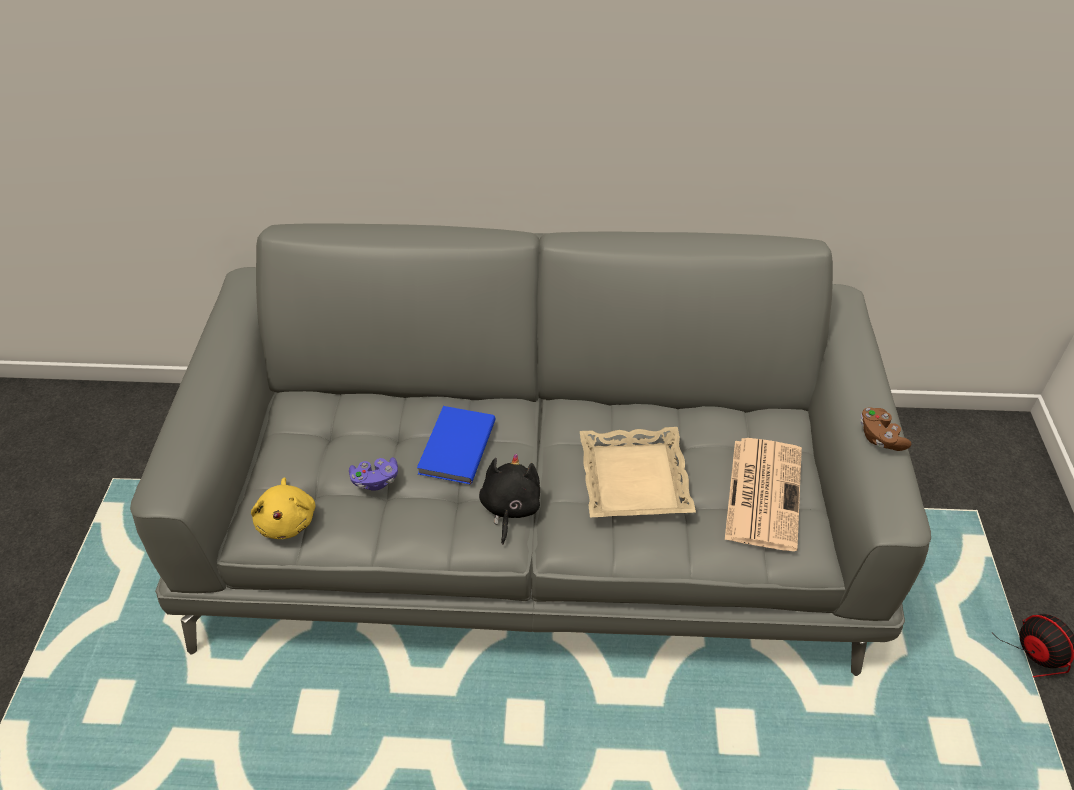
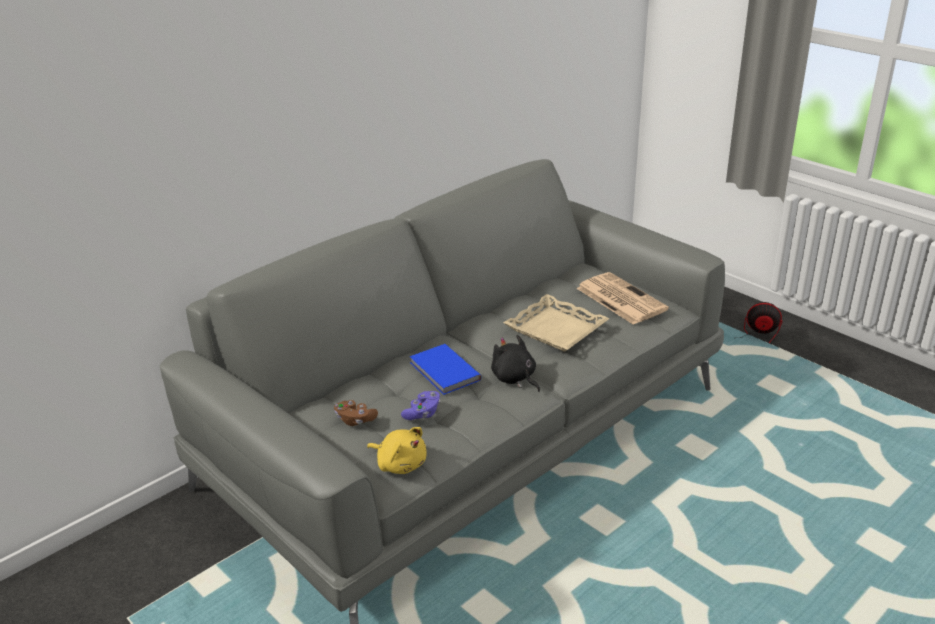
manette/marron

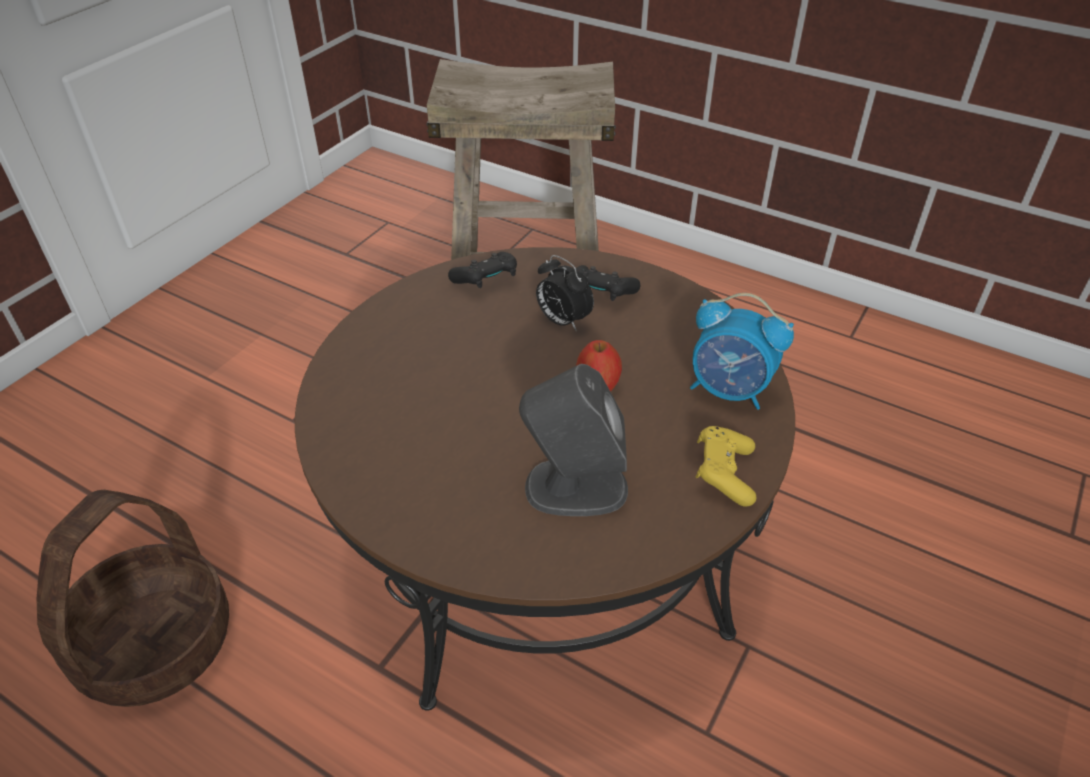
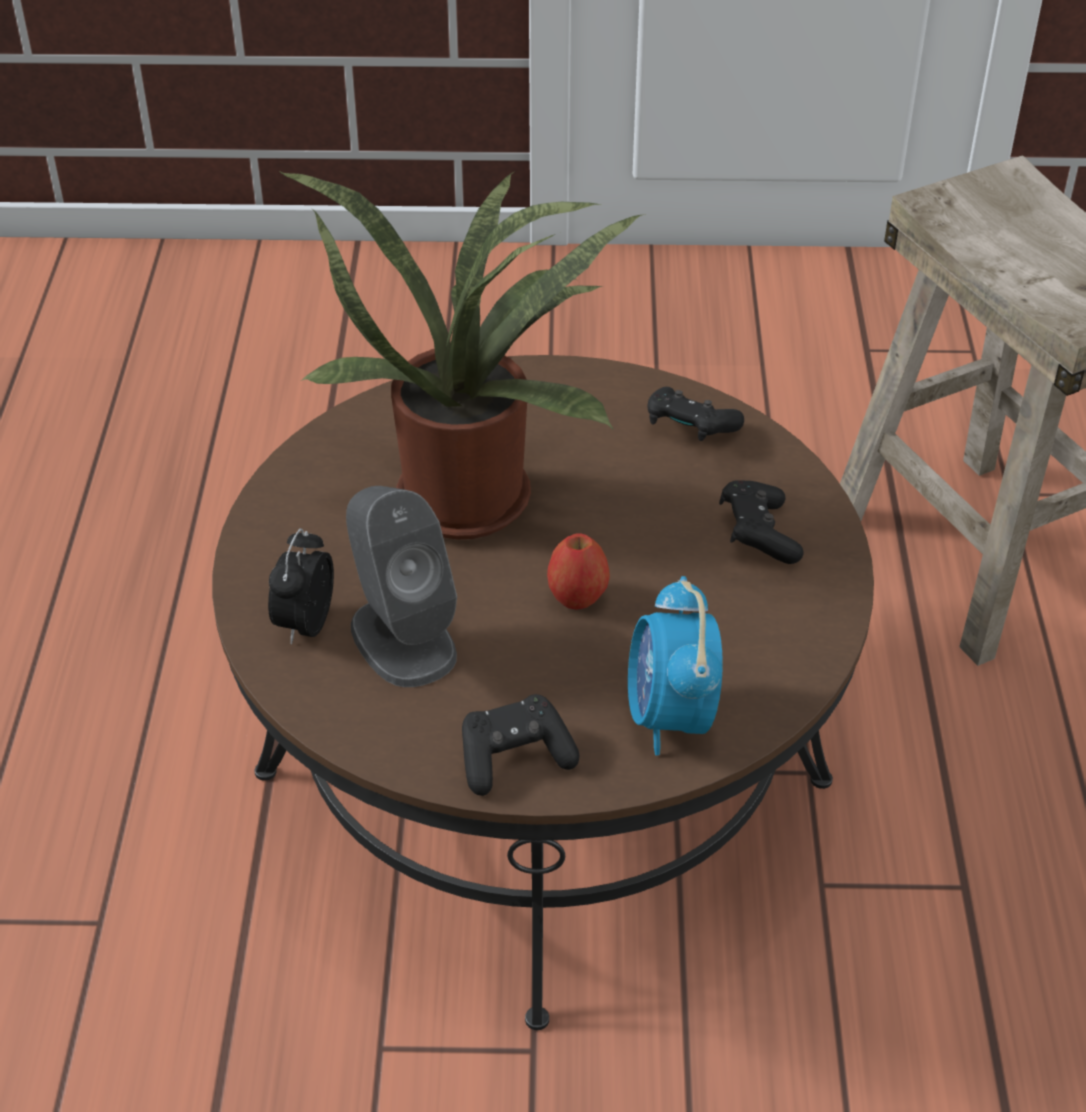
réveil (1st from left); plante en pot; manette/noir (1st from left); panier

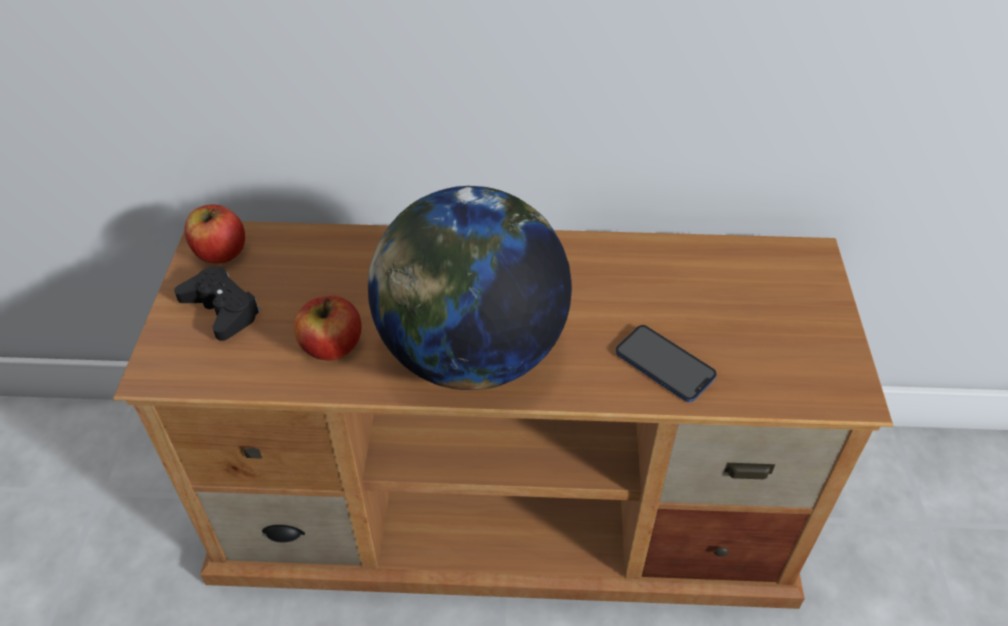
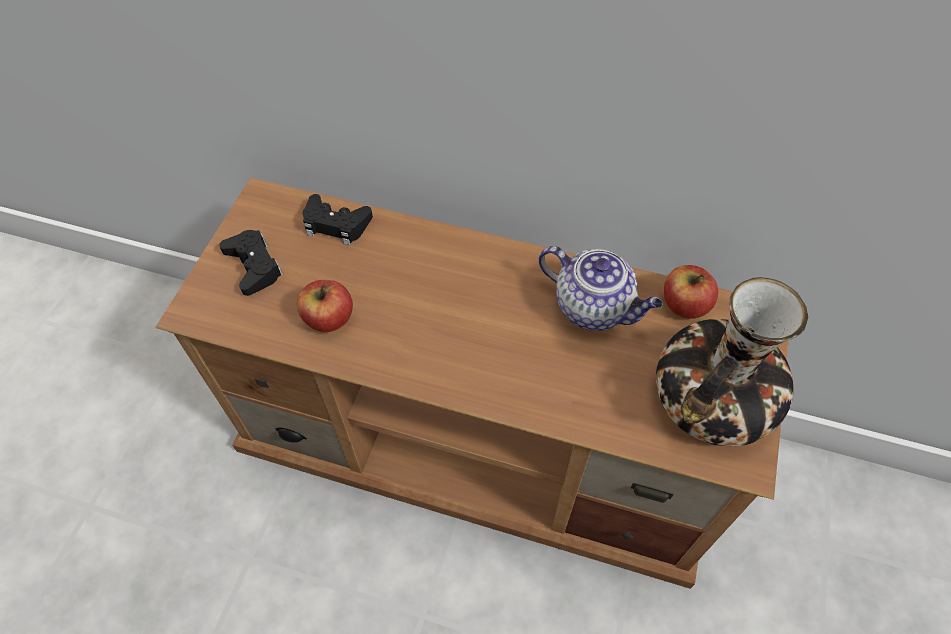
manette/noir (2nd from left); théière; vase; pomme (2nd from left); globe; téléphone

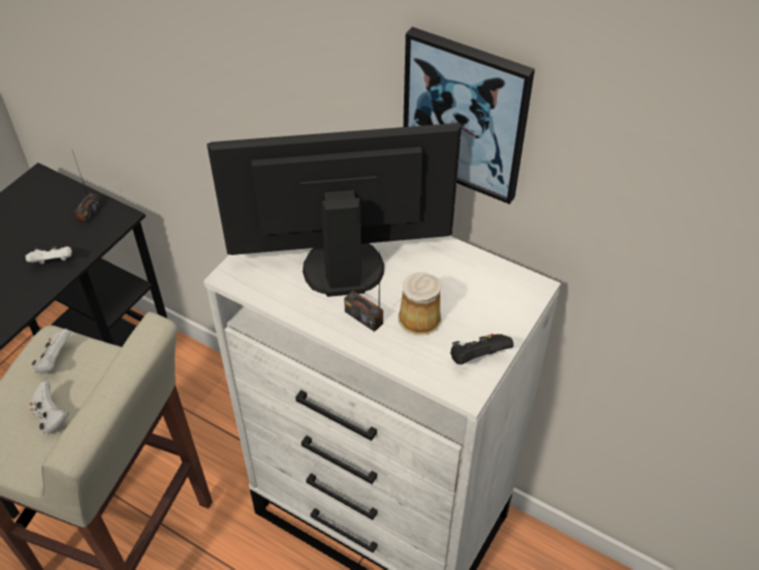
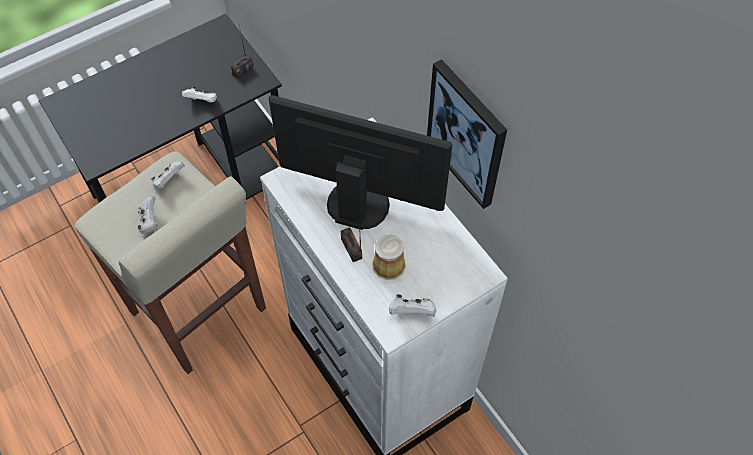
manette/blanc (4th from left)

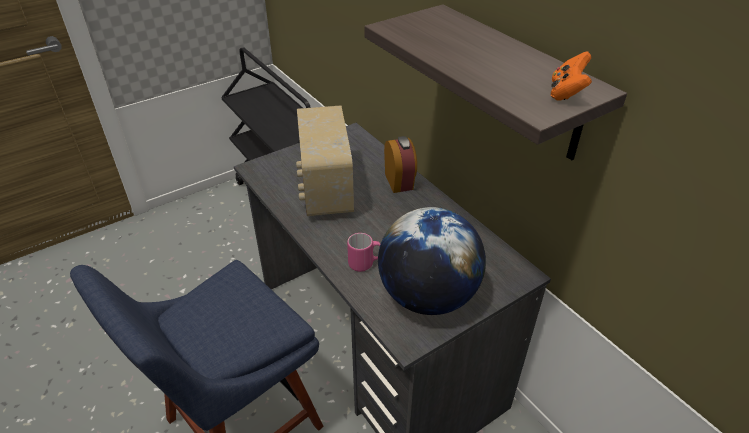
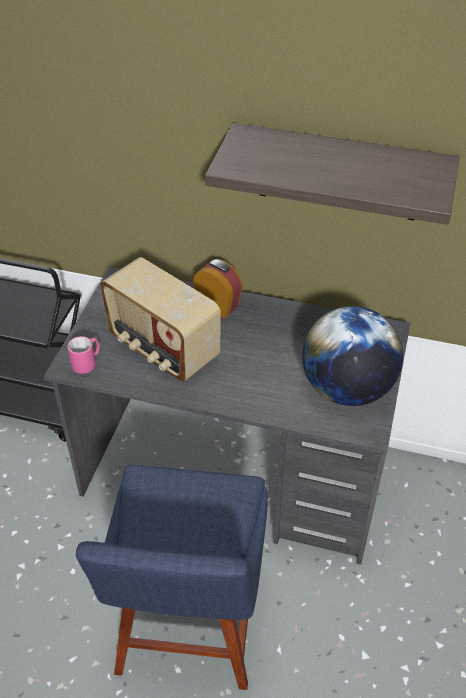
mug/rose; manette/orange

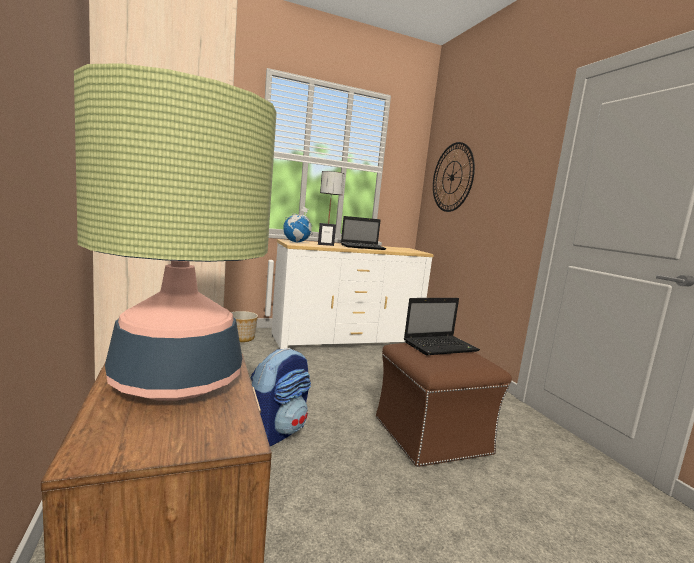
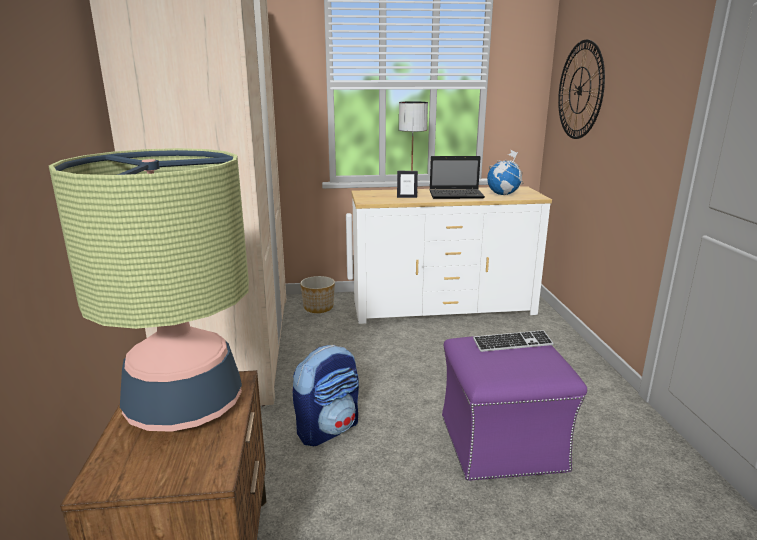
pouf/violet; clavier; globe

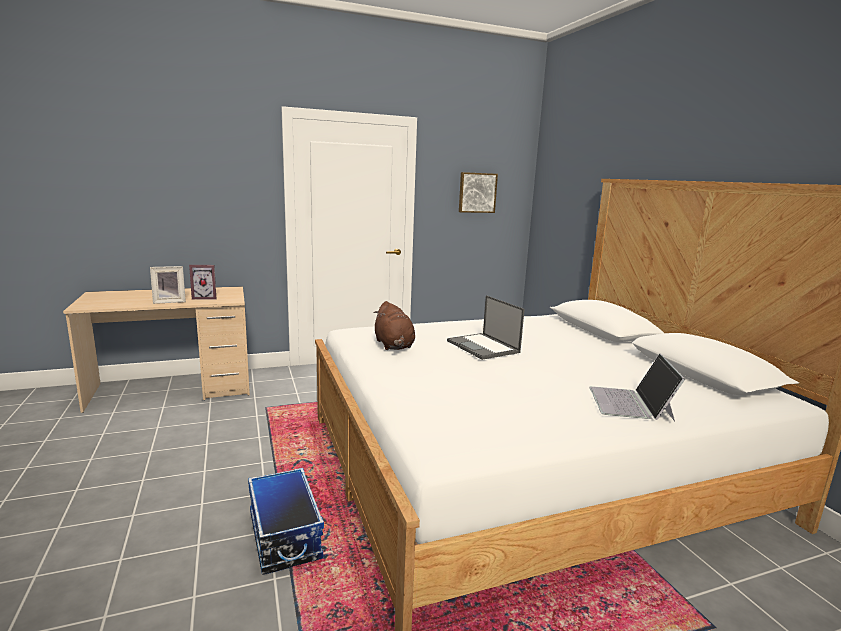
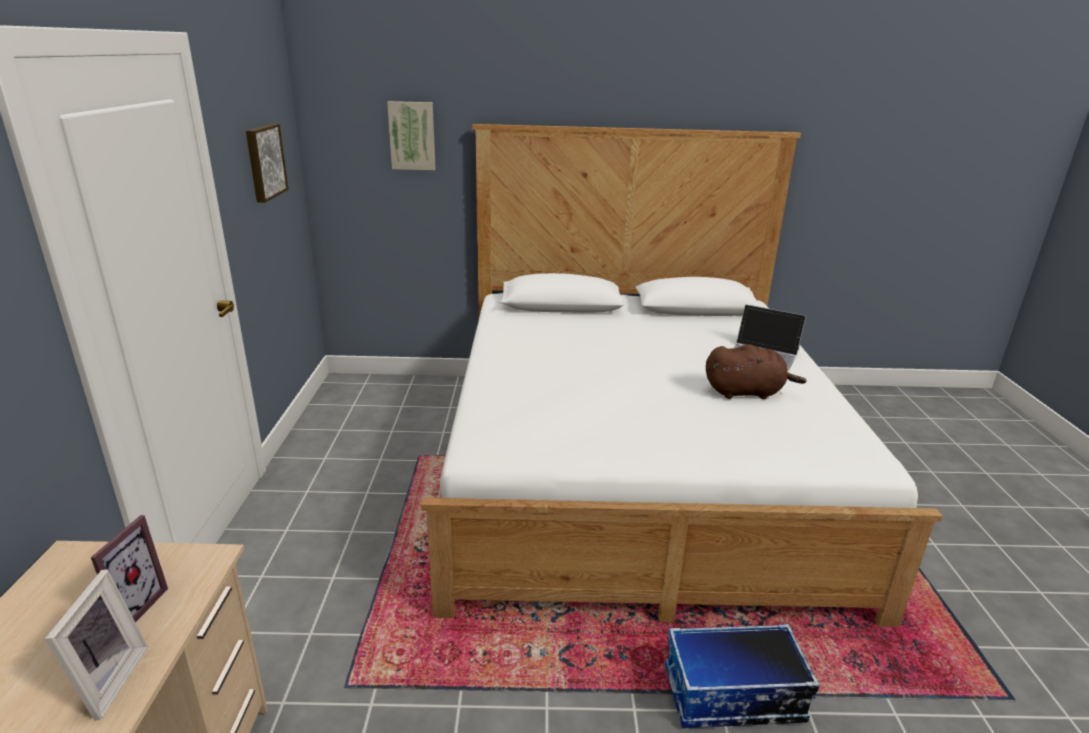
tableau (2nd from left); peluche/marron; ordinateur portable (1st from left in the first image)

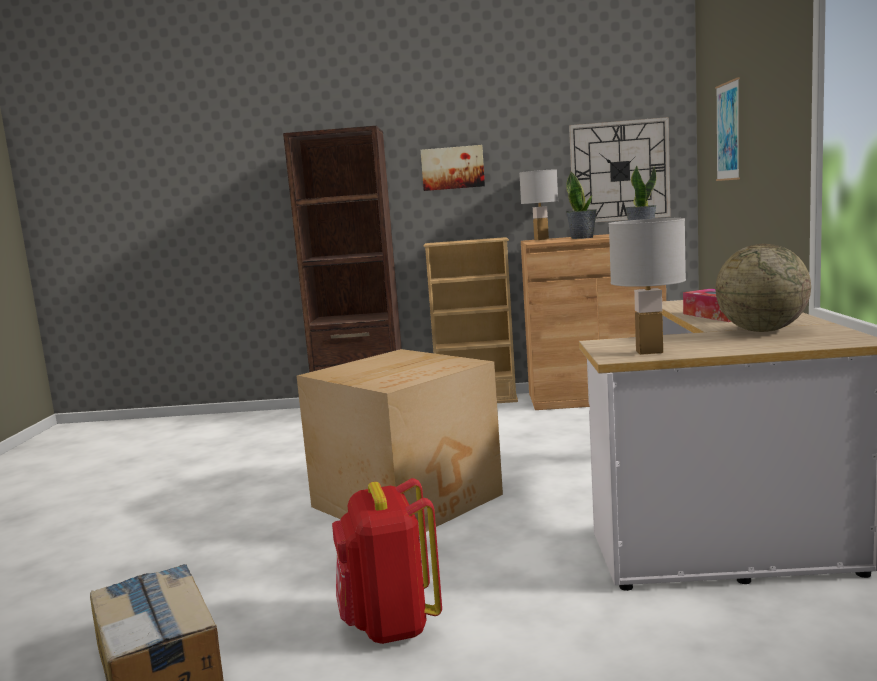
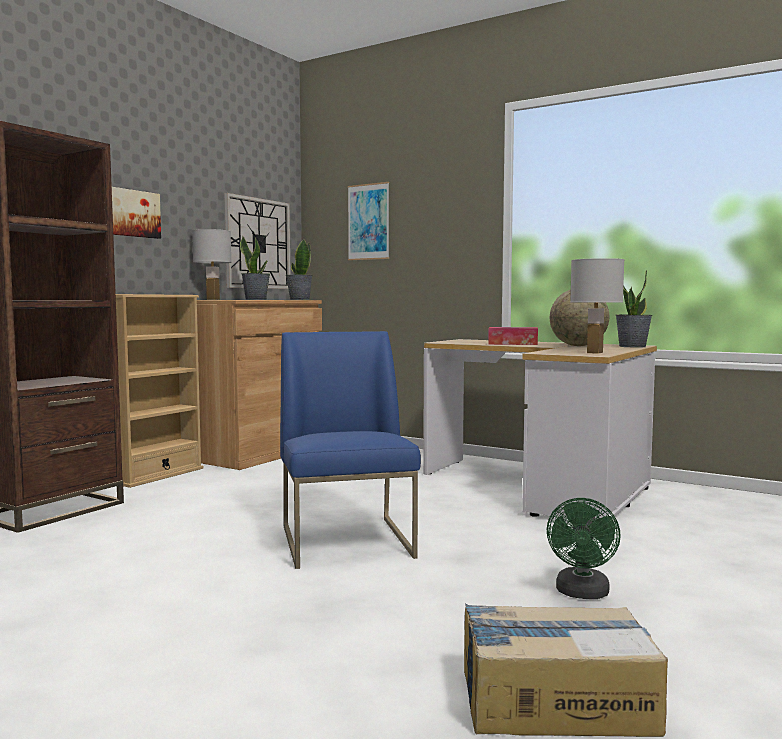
chaise/bleu; ventilateur/vert; plante en pot (3rd from left)

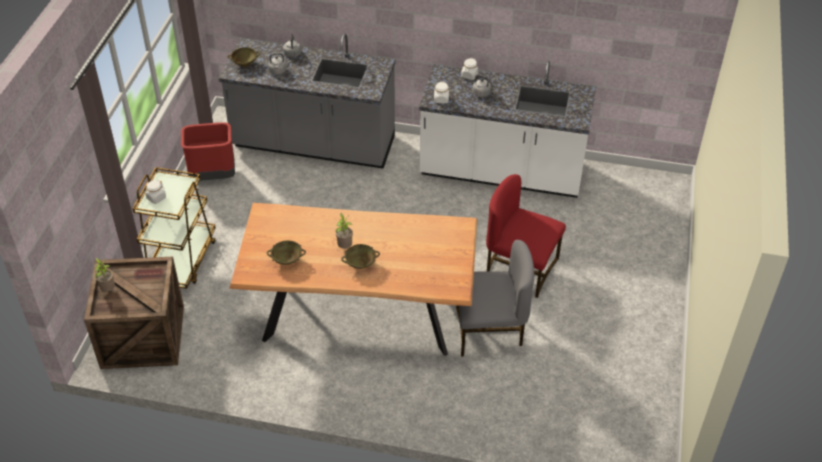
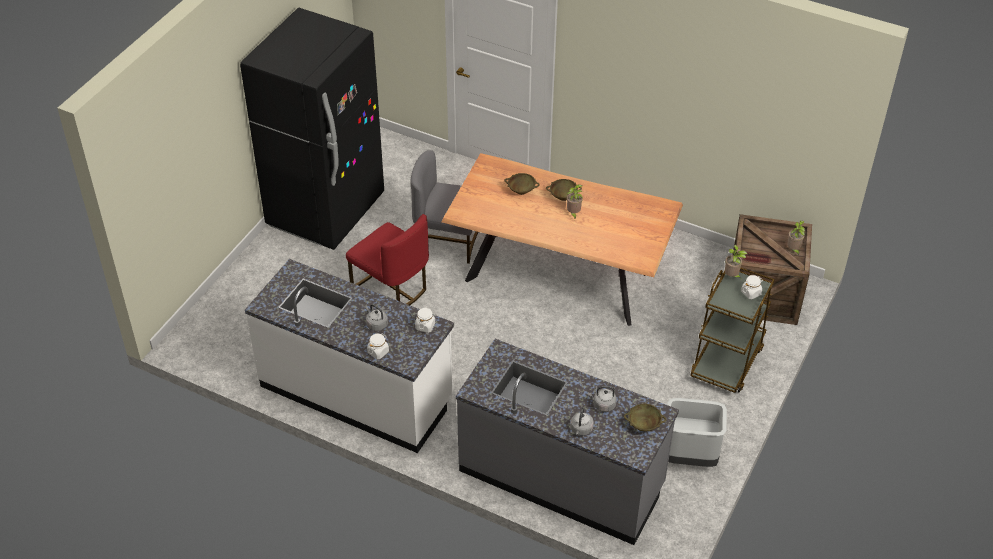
réfrigérateur/noir; bol/beige (1st from left); poubelle/gris; plante en pot (2nd from left)

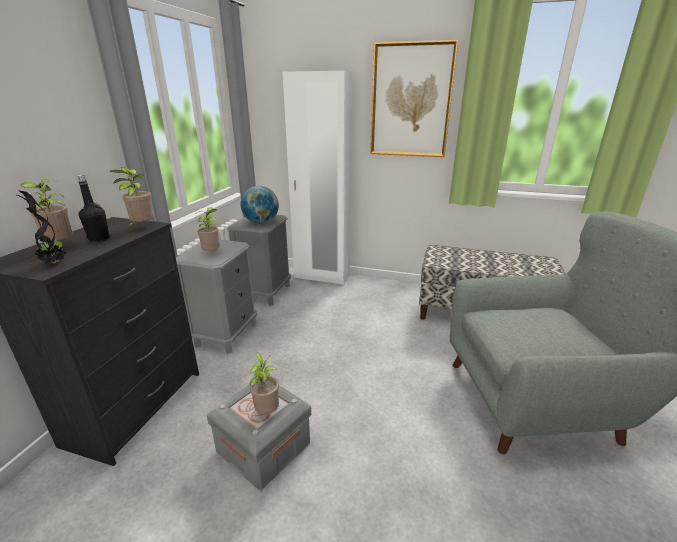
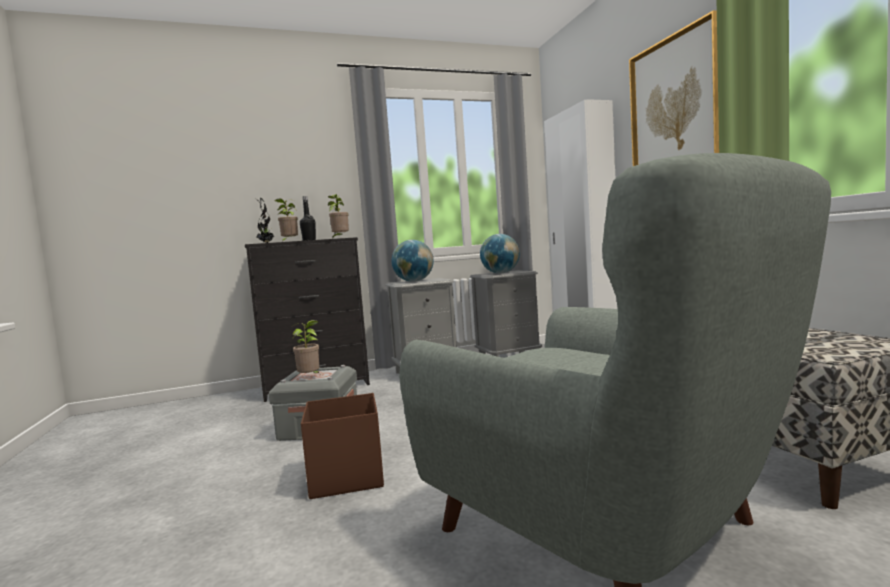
boîte de rangement/marron; globe (1st from left)

